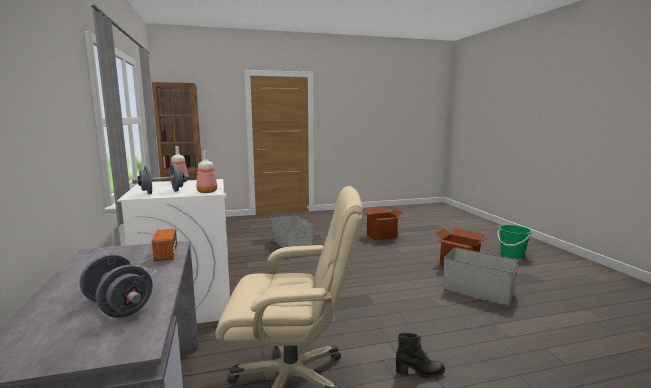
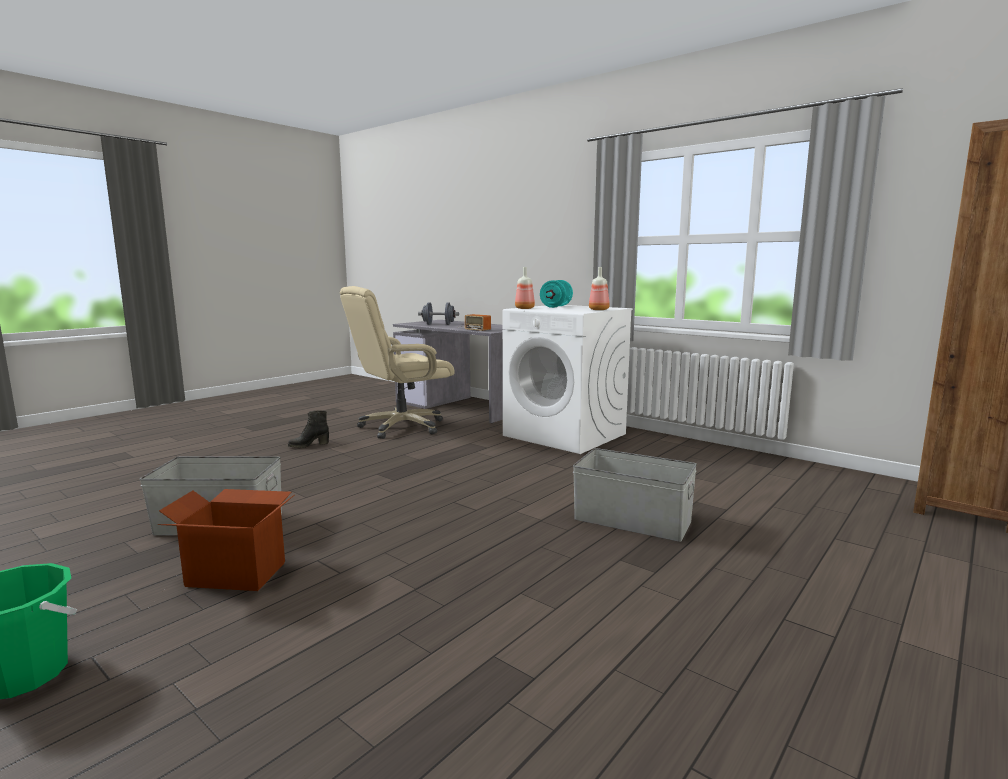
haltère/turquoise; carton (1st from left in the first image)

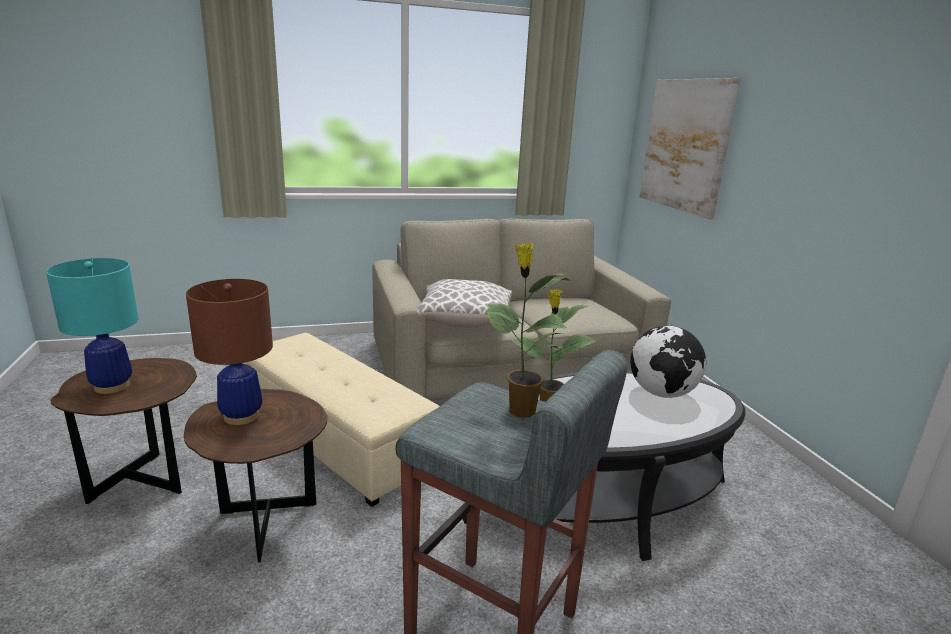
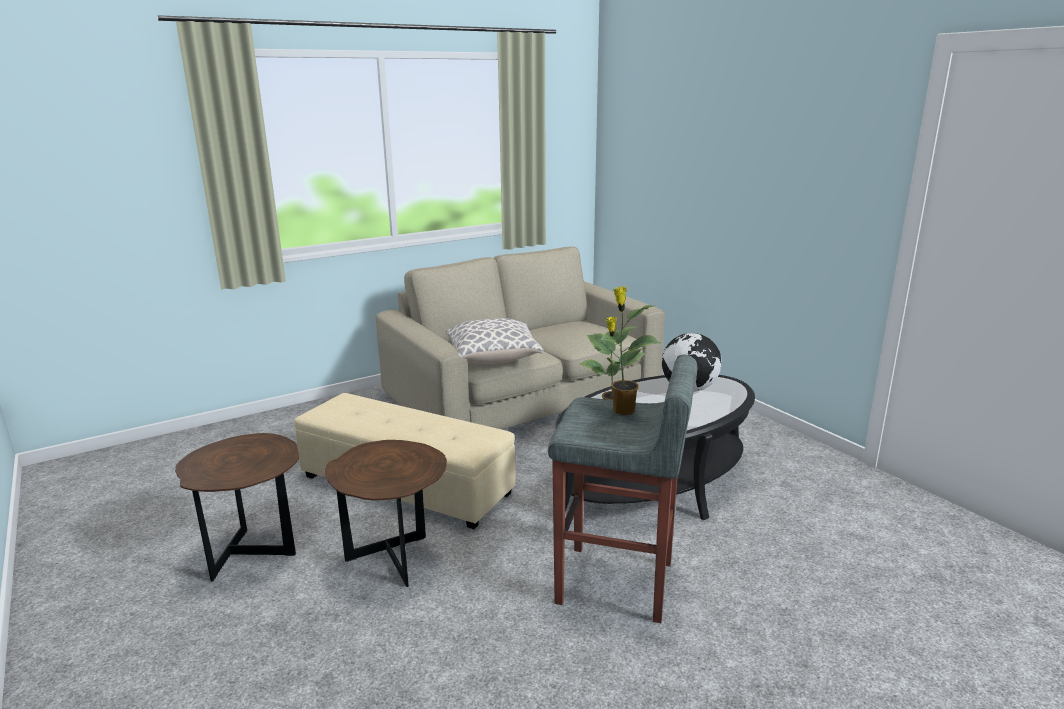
lampe de table/turquoise; lampe de table/marron; tableau

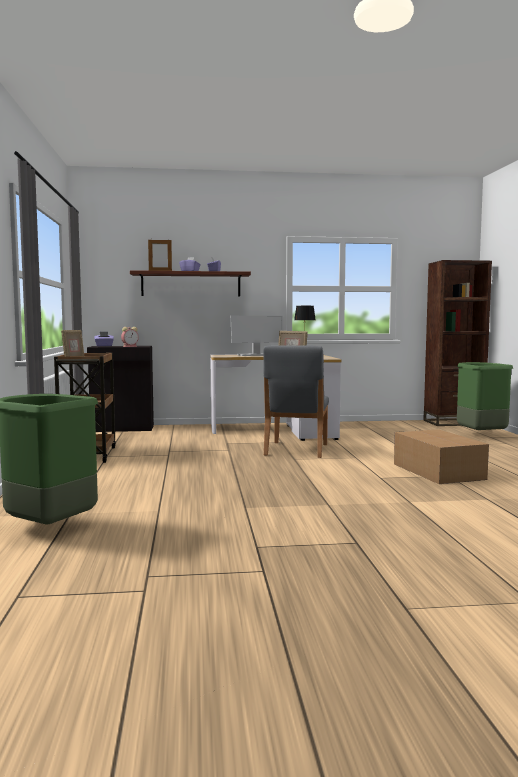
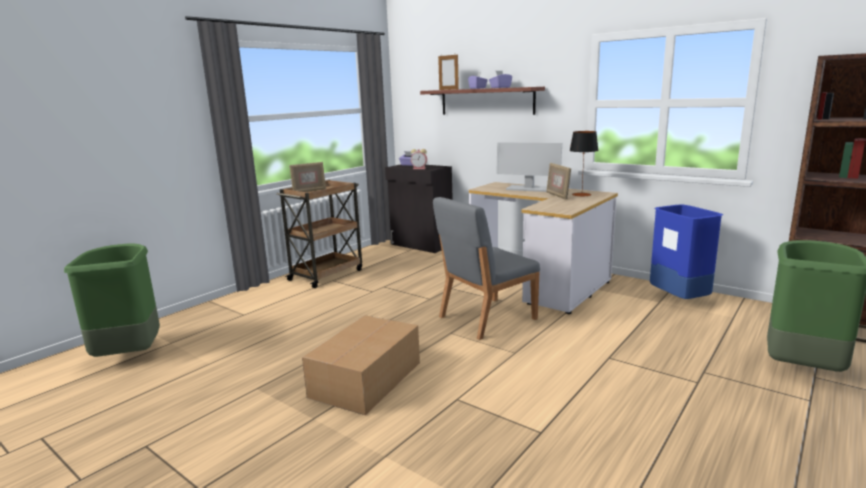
carton; poubelle/bleu

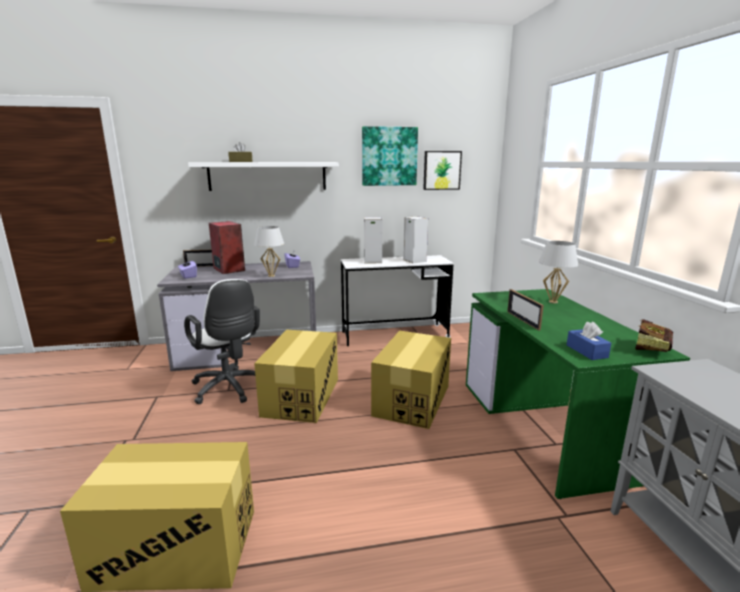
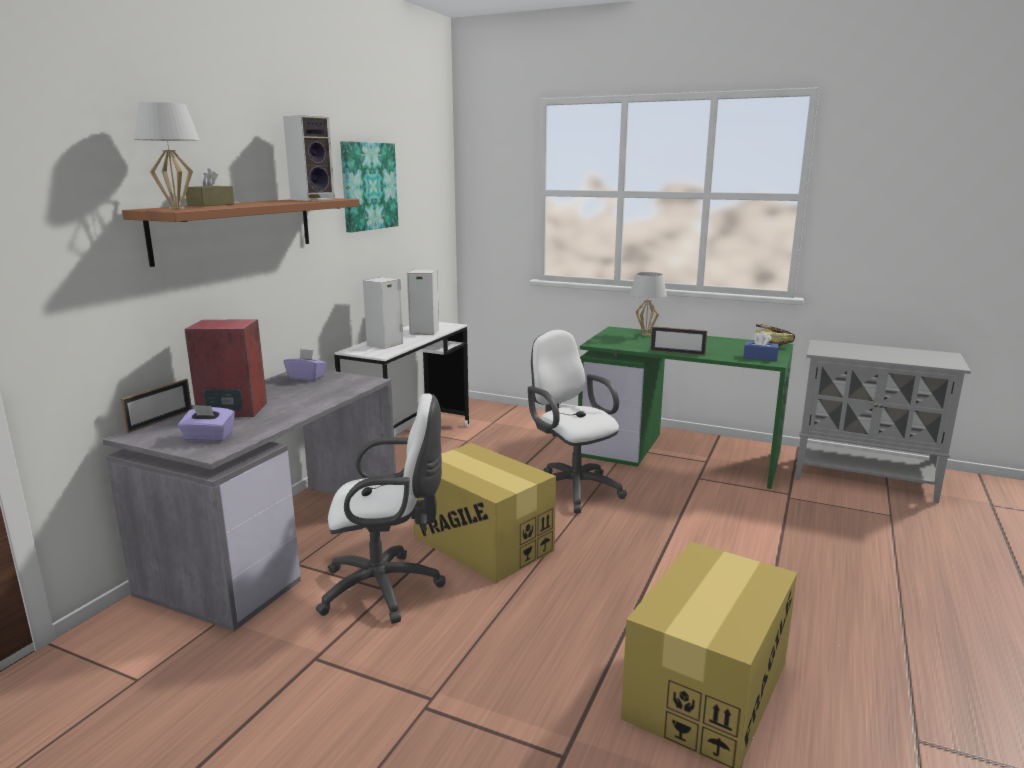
étagère/marron; lampe de table/blanc (1st from left); enceinte (2nd from left); chaise de bureau/blanc (2nd from left); tableau (2nd from left in the first image)

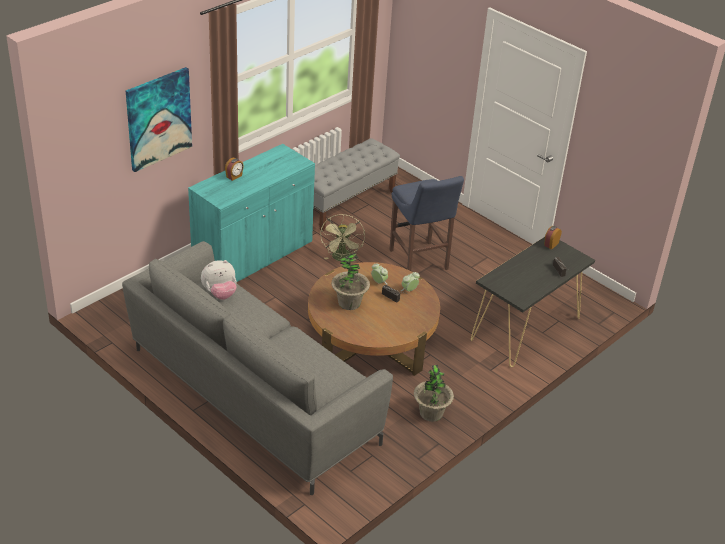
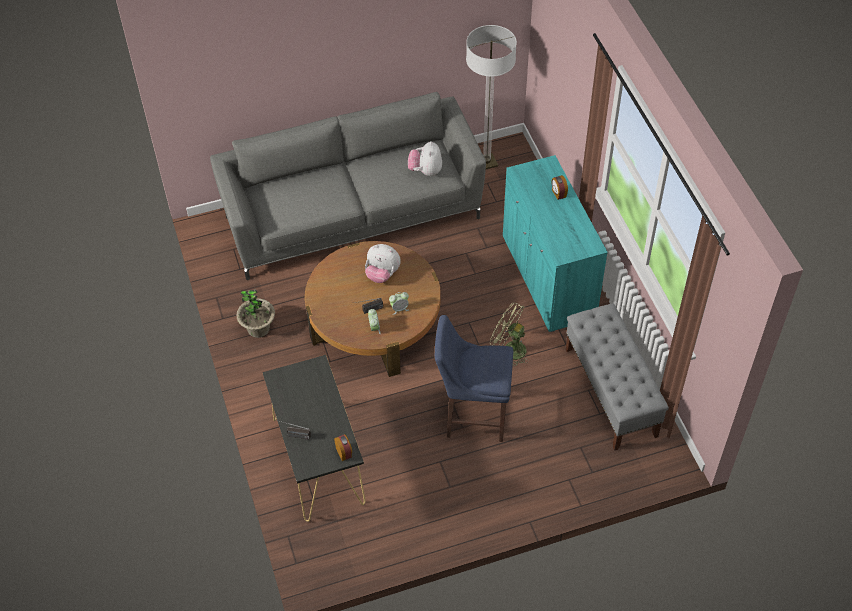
peluche (1st from left); lampadaire; tableau

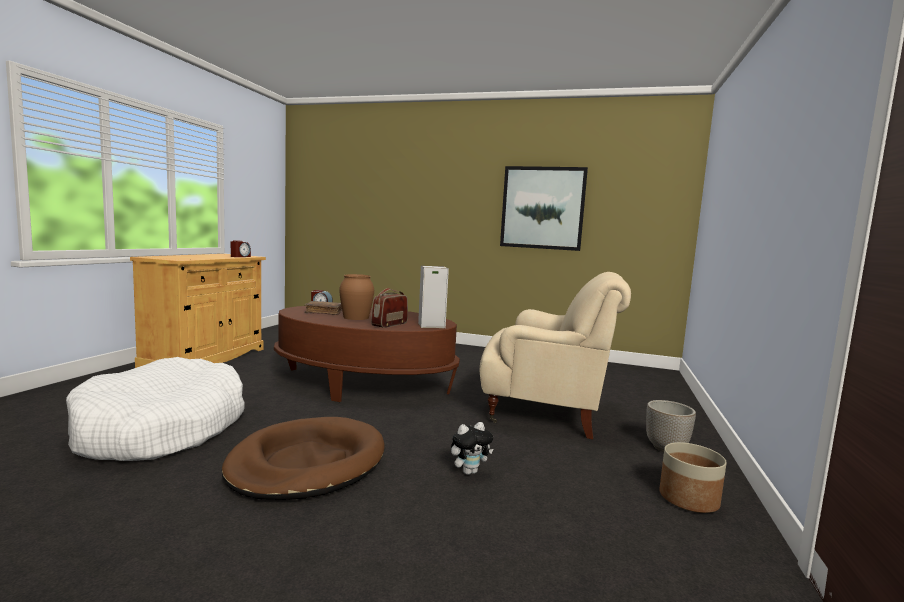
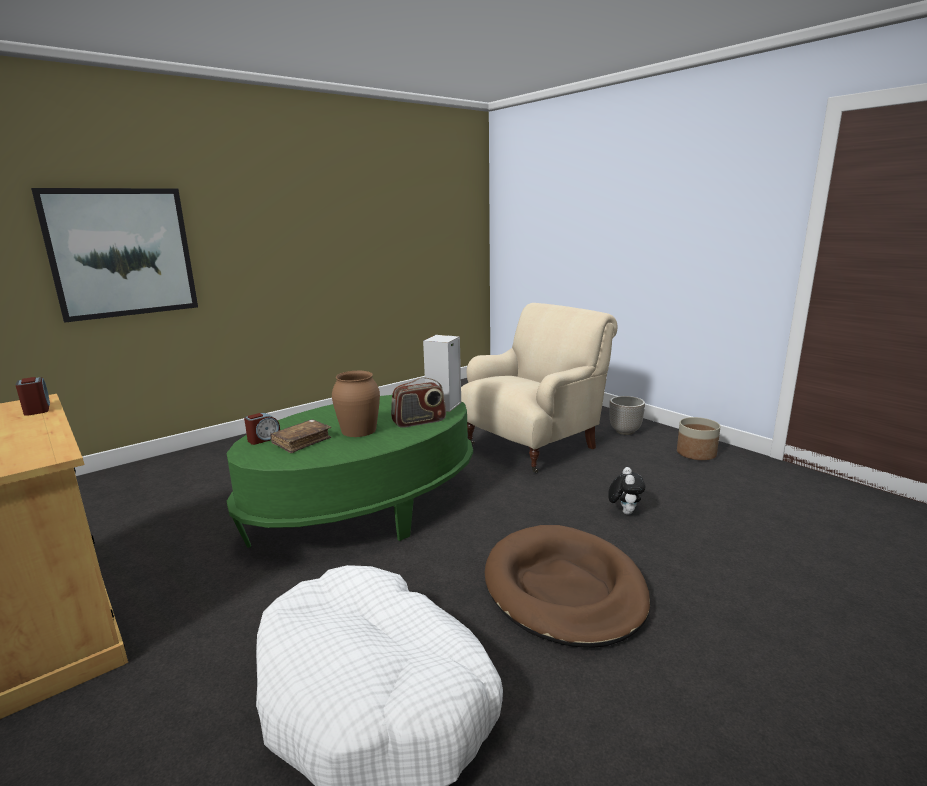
tableau; table basse/vert; radio

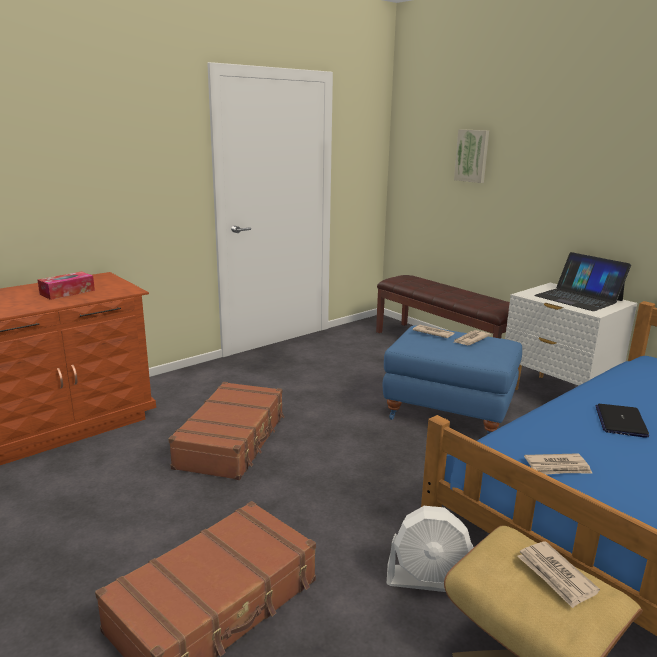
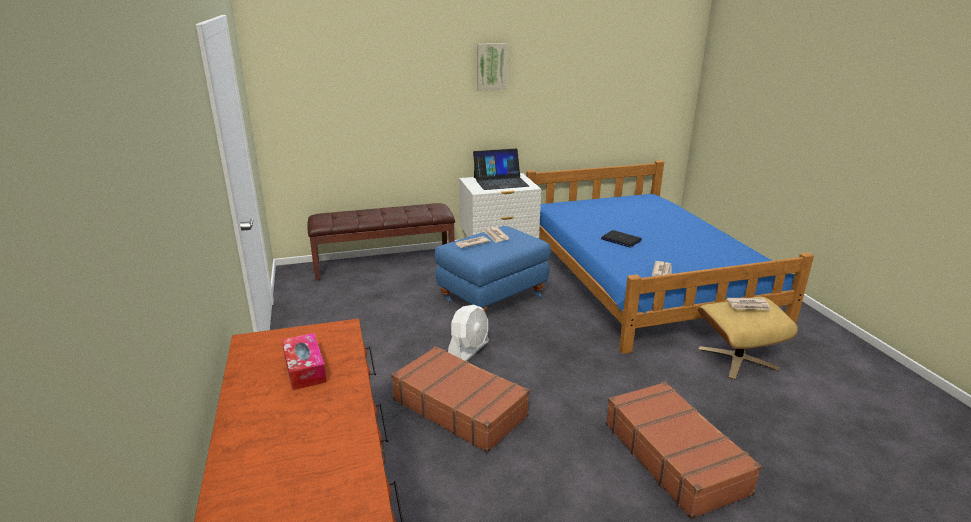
ventilateur/blanc; tableau

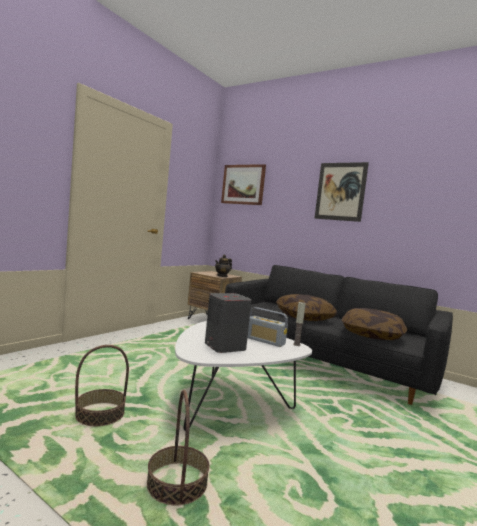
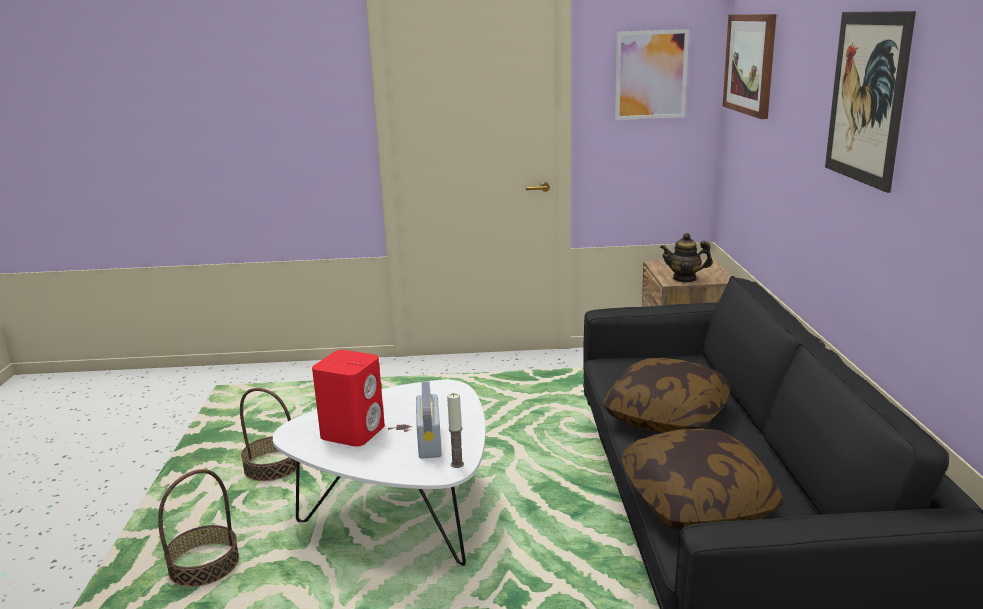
enceinte/rouge; tableau (1st from left)

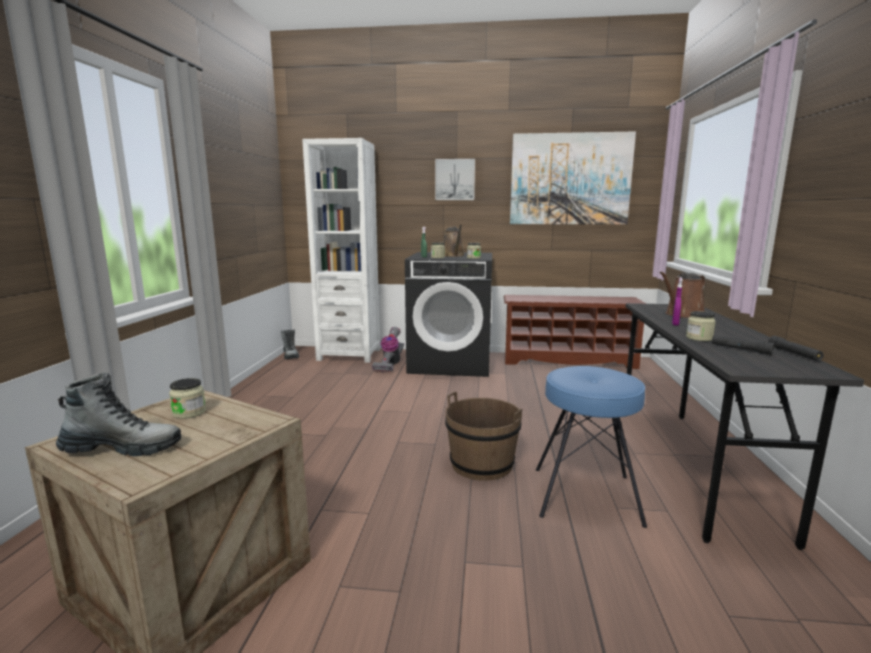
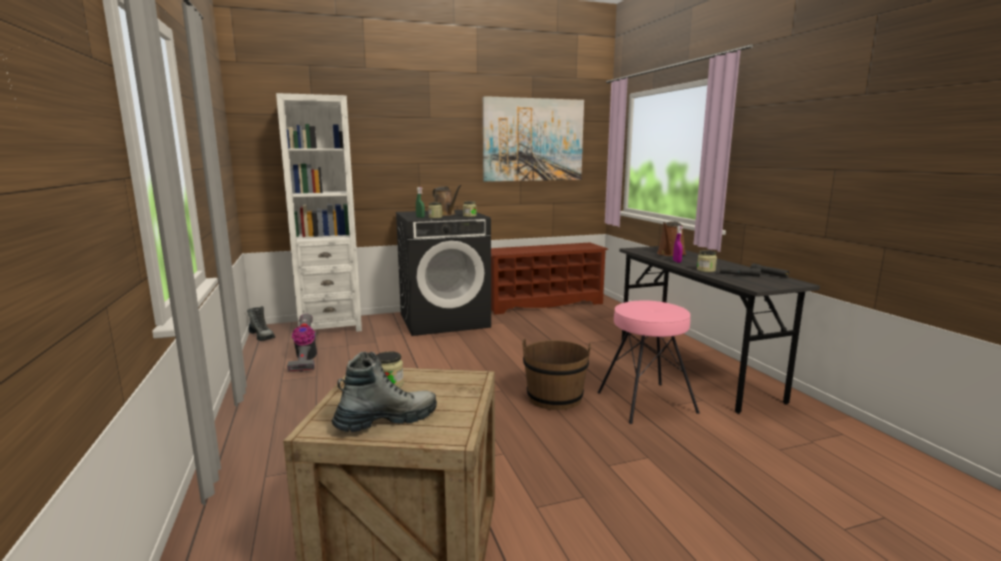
aspirateur; tabouret/rose; tableau (1st from left in the first image)

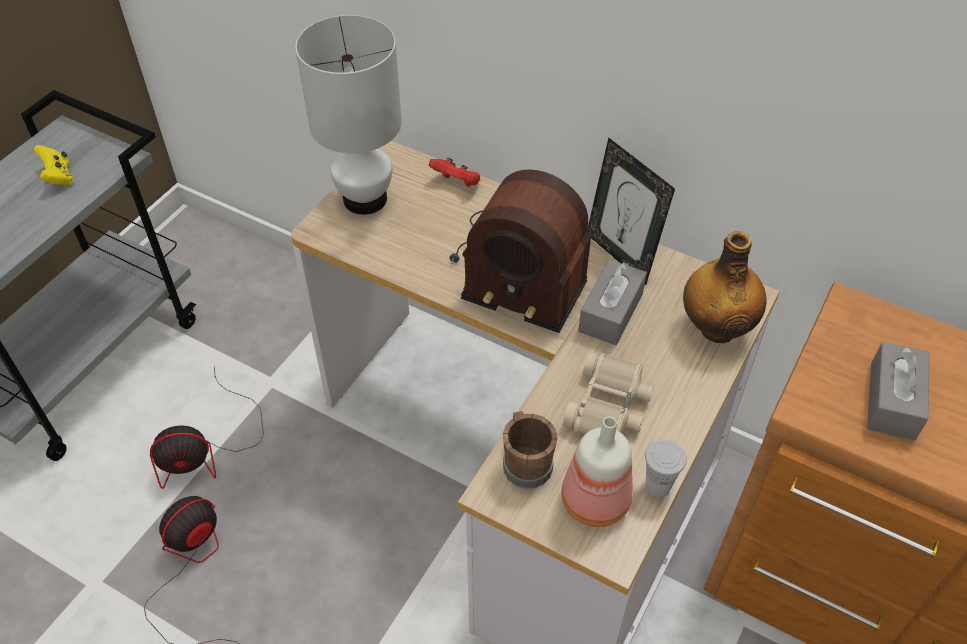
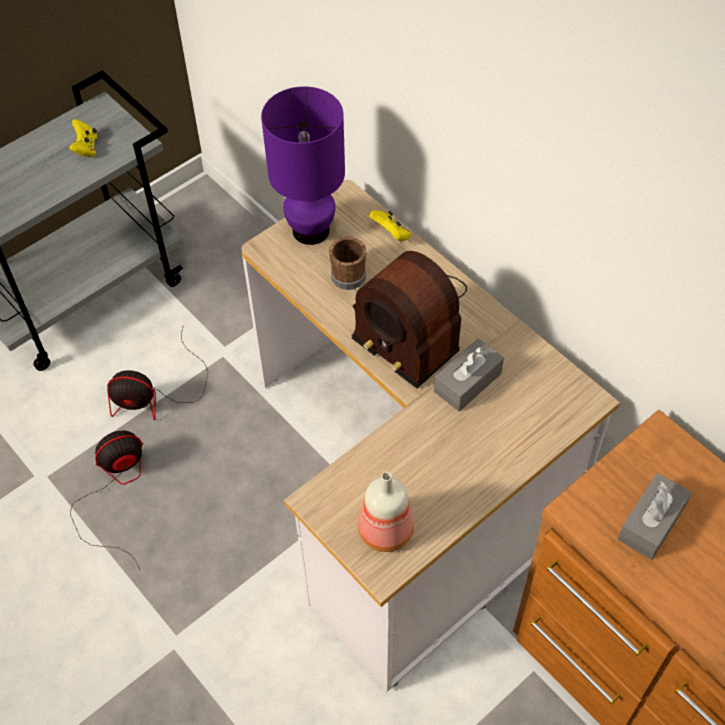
lampe de table/violet; mug/marron; manette/jaune (2nd from left); jumelles/beige; cadre photo; tasse/blanc; bouteille (2nd from left in the first image)

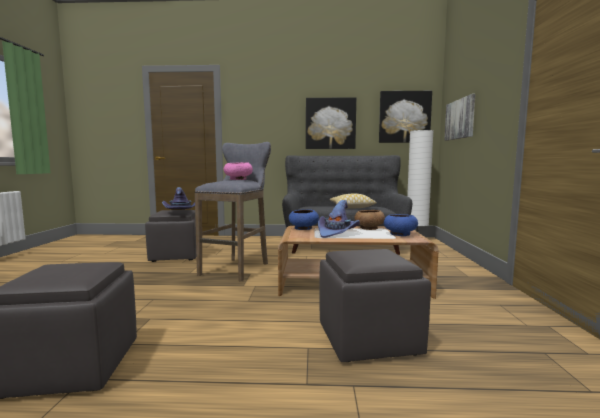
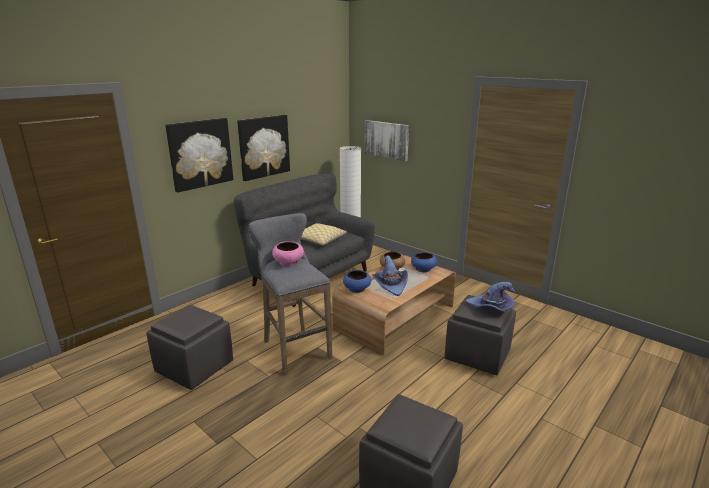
tableau (1st from left); chapeau/violet (2nd from left)

